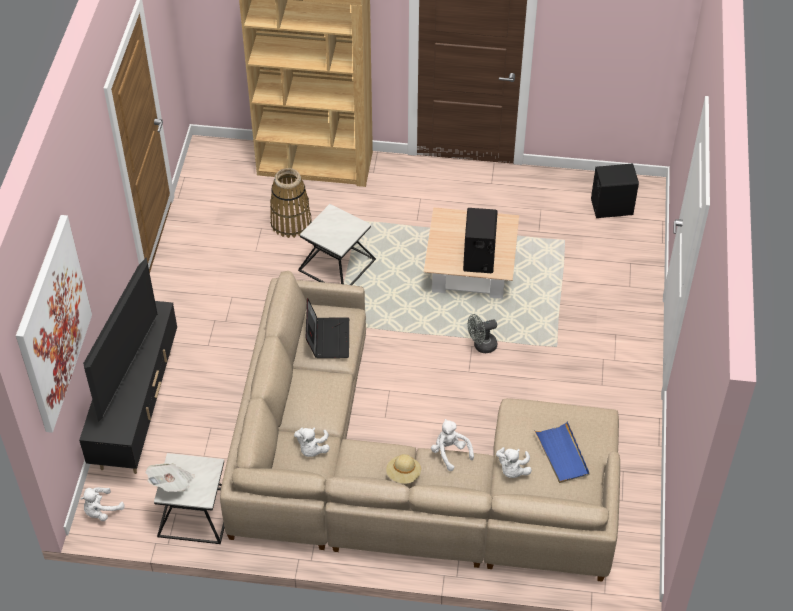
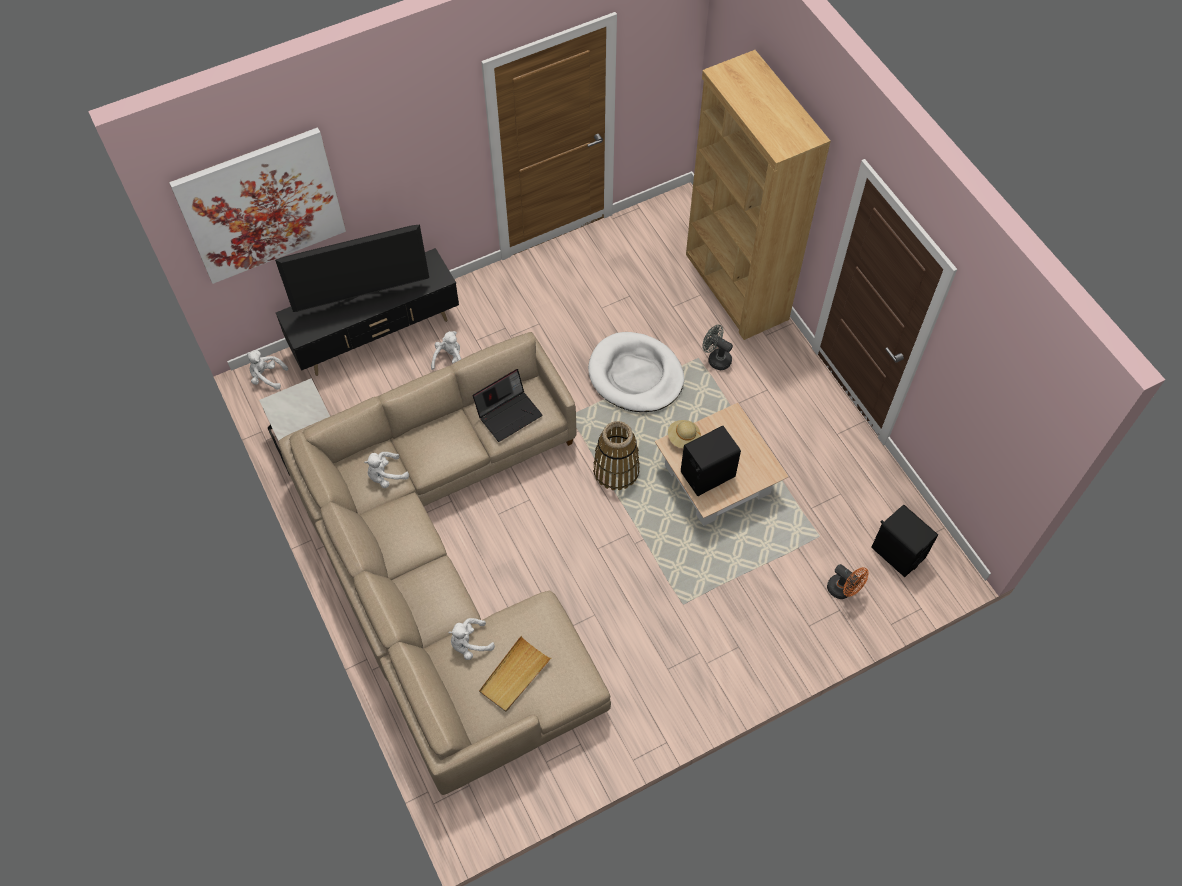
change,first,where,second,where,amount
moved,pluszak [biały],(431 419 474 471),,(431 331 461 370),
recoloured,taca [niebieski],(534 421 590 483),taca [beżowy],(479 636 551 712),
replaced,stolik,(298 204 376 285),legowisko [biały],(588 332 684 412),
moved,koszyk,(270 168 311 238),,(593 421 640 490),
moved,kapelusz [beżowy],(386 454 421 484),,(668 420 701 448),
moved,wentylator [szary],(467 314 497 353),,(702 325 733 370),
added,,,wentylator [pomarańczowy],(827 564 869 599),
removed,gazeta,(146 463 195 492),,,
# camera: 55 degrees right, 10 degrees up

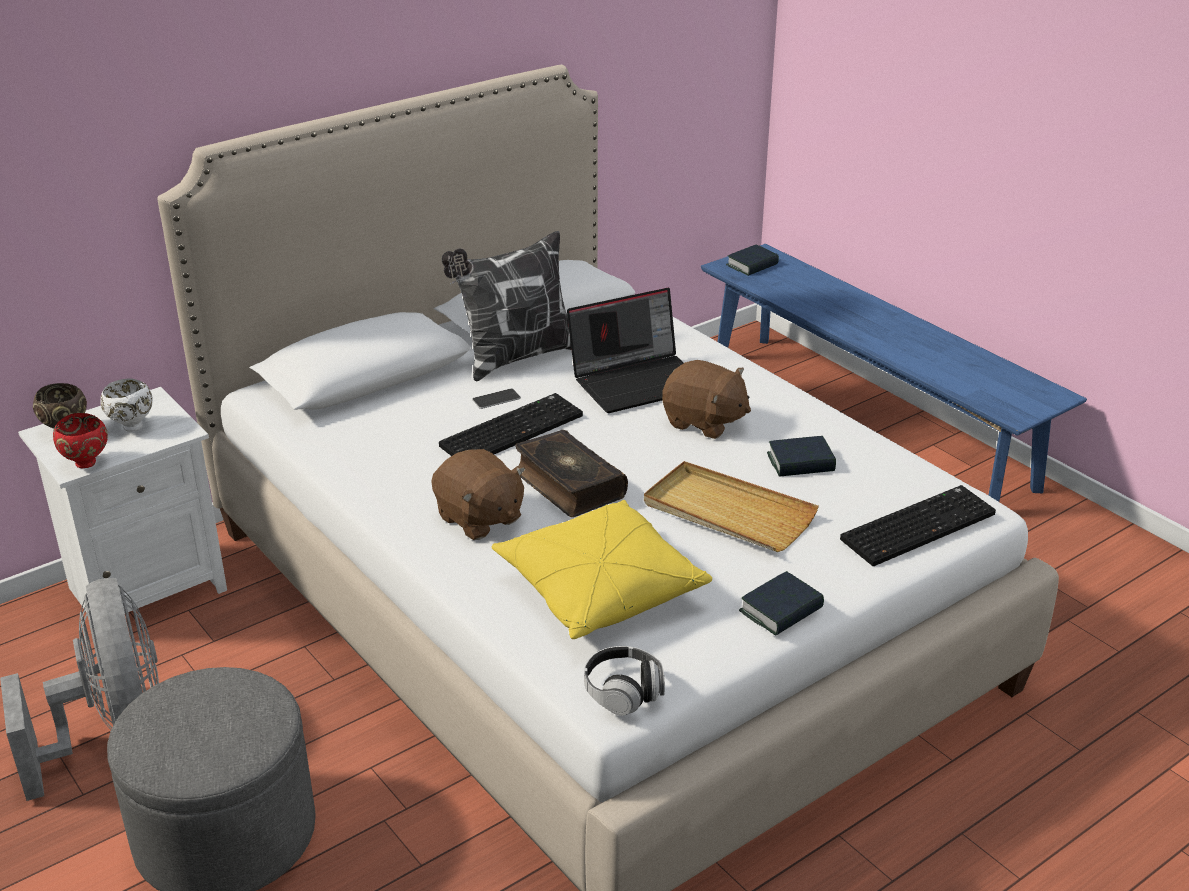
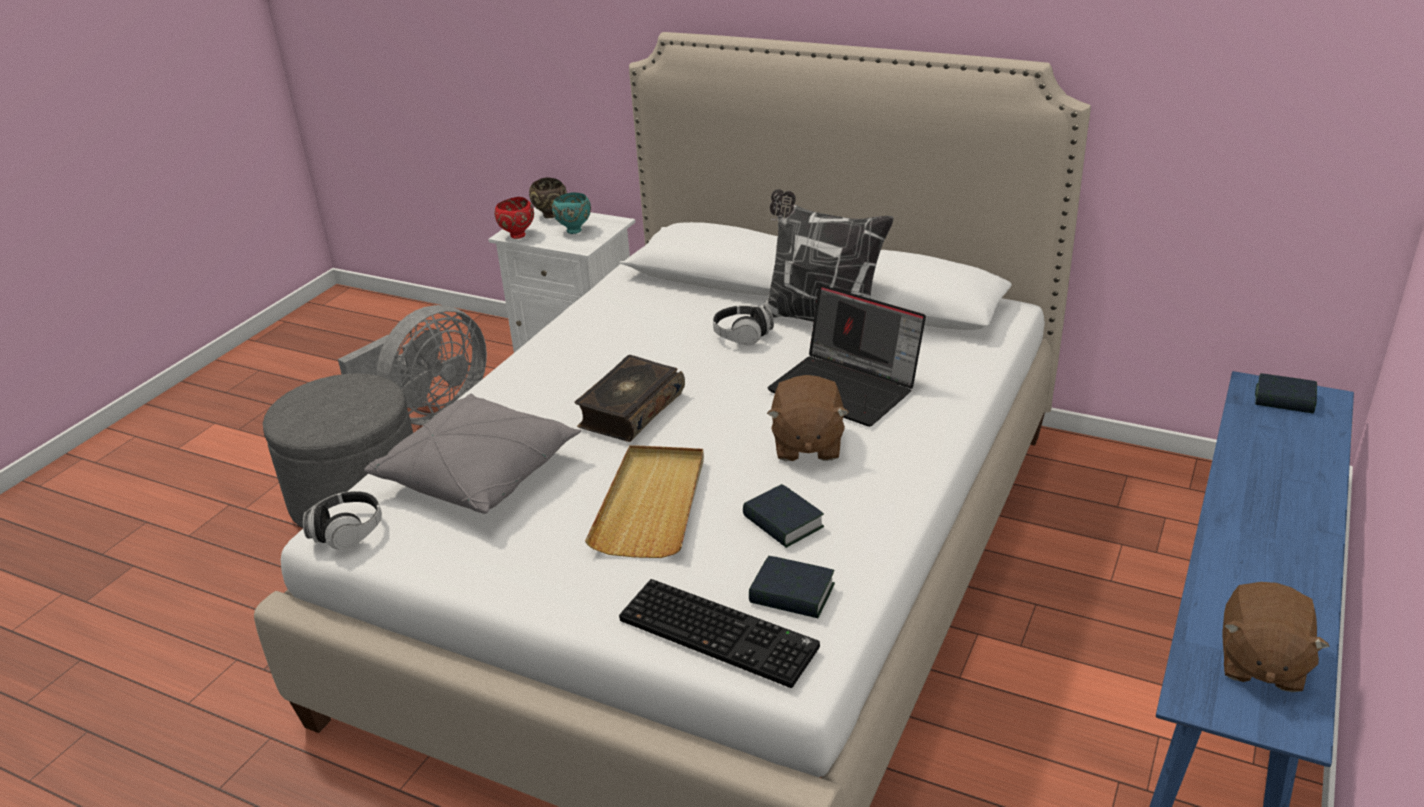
change,first,where,second,where,amount
recoloured,poduszka [żółty],(492 500 712 639),poduszka [szary],(364 393 581 514),
recoloured,miska [biały],(100 378 153 432),miska [turkusowy],(552 192 591 234),
replaced,telefon,(472 388 521 409),słuchawki,(713 305 774 346),
moved,książka,(739 571 824 636),,(749 556 835 618),
moved,pluszak [brązowy],(431 449 526 540),,(1222 582 1329 692),
removed,klawiatura,(439 393 583 456),,,
# camera: 65 degrees right, 0 degrees up

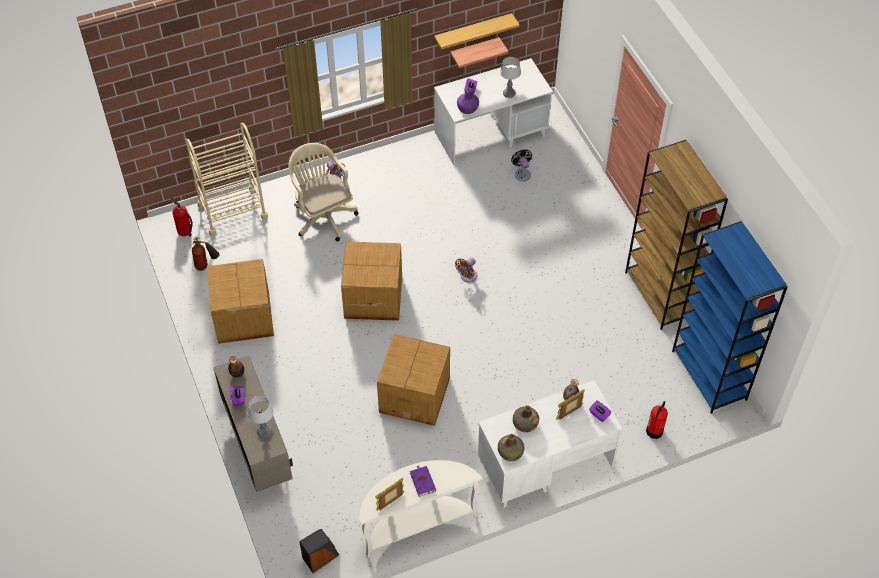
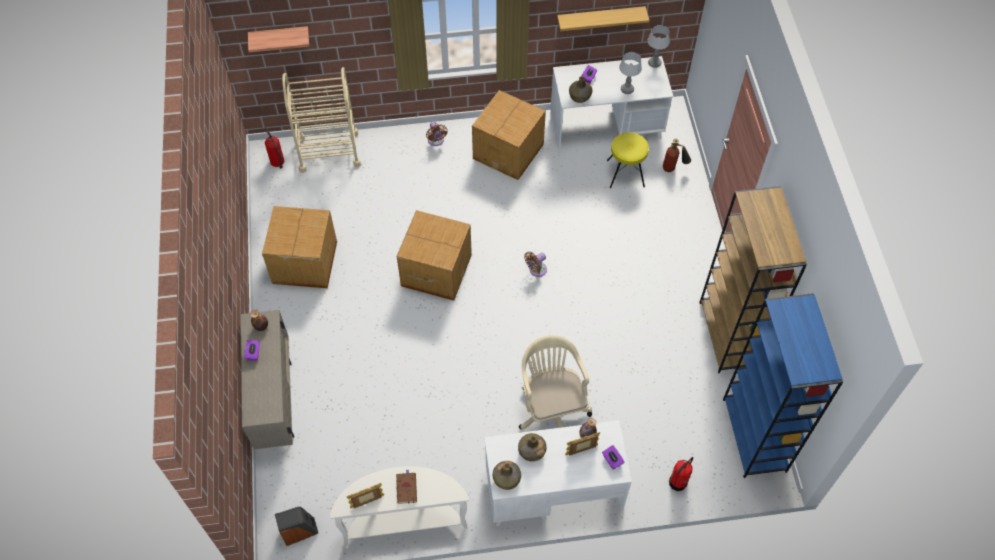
change,first,where,second,where,amount
moved,półka,(450 37 509 68),,(248 26 309 53),
recoloured,książka [fioletowy],(410 466 436 497),książka [brązowy],(396 469 417 504),
moved,karton,(377 334 450 426),,(472 90 546 180),
moved,krzesło biurowe [beżowy],(288 143 358 241),,(519 335 592 430),
recoloured,butelka [fioletowy],(457 88 479 114),butelka [zielony],(569 76 592 103),
replaced,wentylator [czarny],(511 149 532 181),stołek [żółty],(607 133 649 188),
moved,lampa stołowa,(248 396 274 438),,(648 25 670 68),
moved,gaśnica,(192 237 220 271),,(663 139 691 172),
# camera: 15 degrees right, 5 degrees up

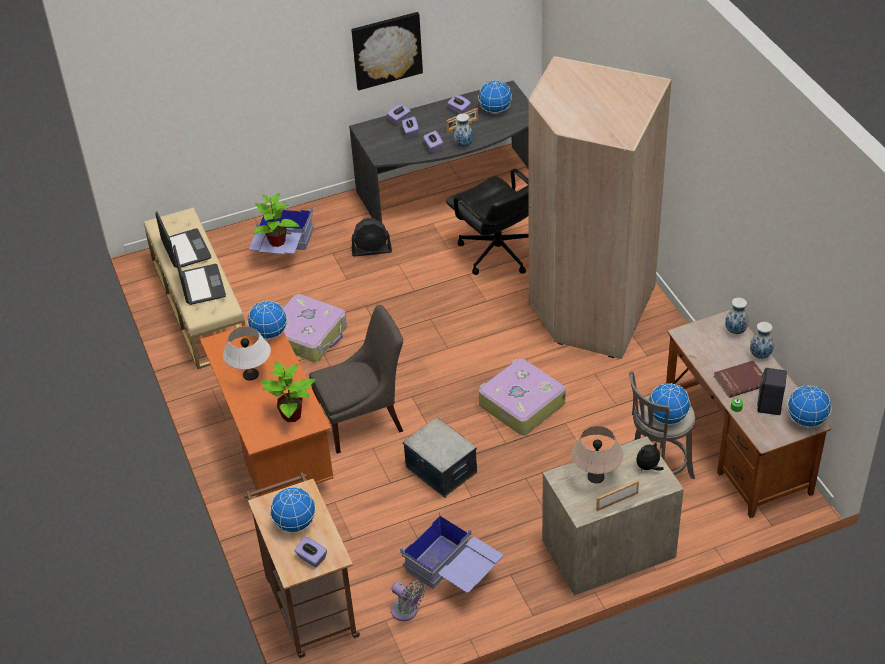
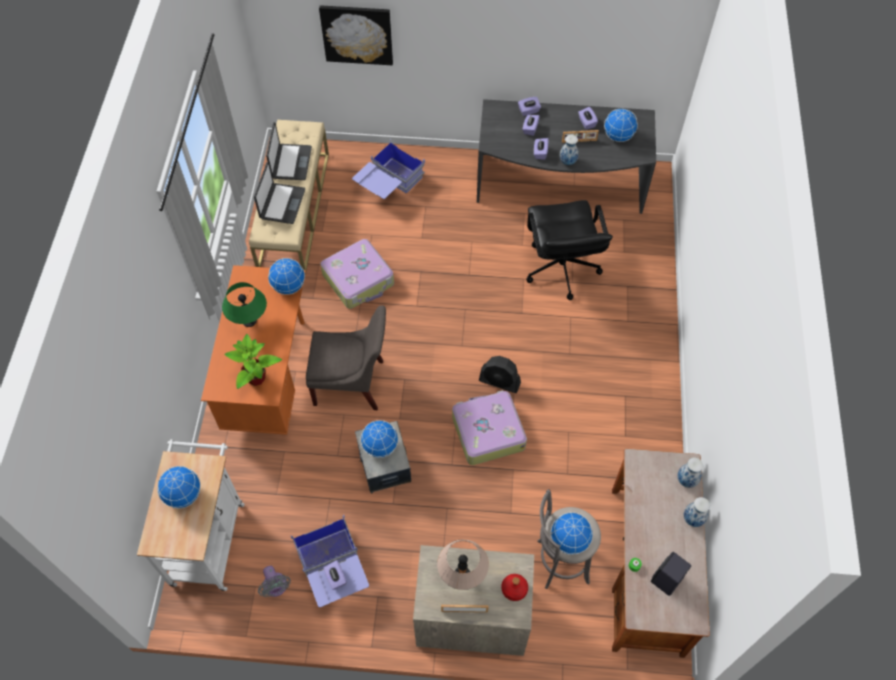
change,first,where,second,where,amount
recoloured,wózek [brązowy],(244 472 360 658),wózek [biały],(137 439 245 591),
recoloured,lampa stołowa [biały],(223 326 271 380),lampa stołowa [zielony],(222 282 267 327),
moved,obraz,(351 12 423 90),,(319 5 393 65),
moved,pudełko chusteczek [fioletowy],(294 537 327 567),,(324 560 347 590),
moved,globus,(788 385 831 428),,(360 420 399 458),
moved,wentylator [czarny],(352 218 392 257),,(479 356 521 393),
replaced,pluszak,(636 442 664 471),butelka [czerwony],(502 574 528 601),
removed,roślina doniczkowa,(253 193 300 247),,,
removed,szafa [beżowy],(528 56 672 359),,,
removed,książka [czerwony],(714 361 763 398),,,
# camera: 25 degrees right, 15 degrees up

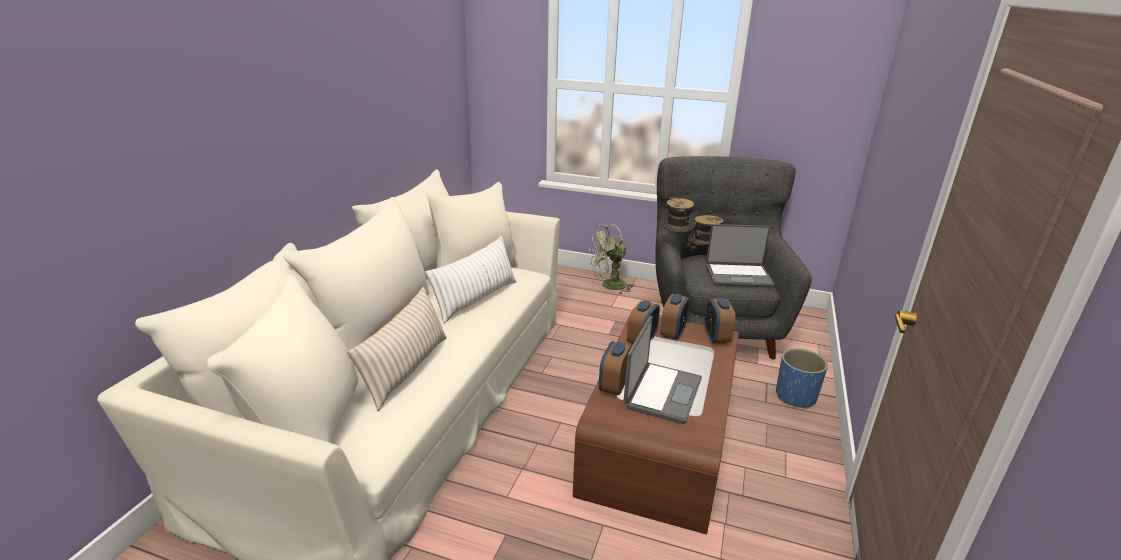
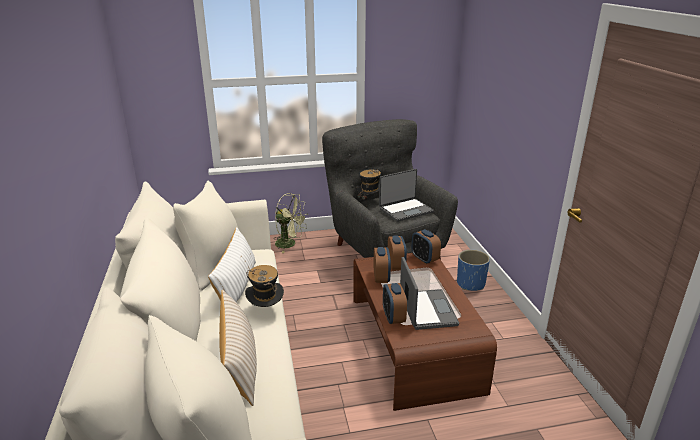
change,first,where,second,where,amount
moved,kapelusz,(660 197 696 233),,(245 265 284 307),
turned,wentylator [zielony],(589 224 635 295),,(275 193 307 253),105 degrees counterclockwise
# camera: 30 degrees left, 0 degrees up

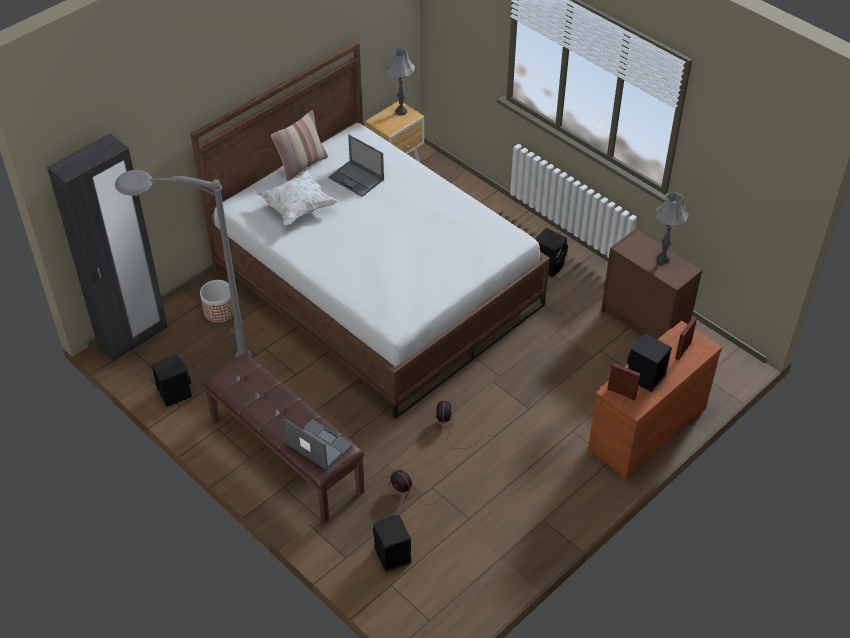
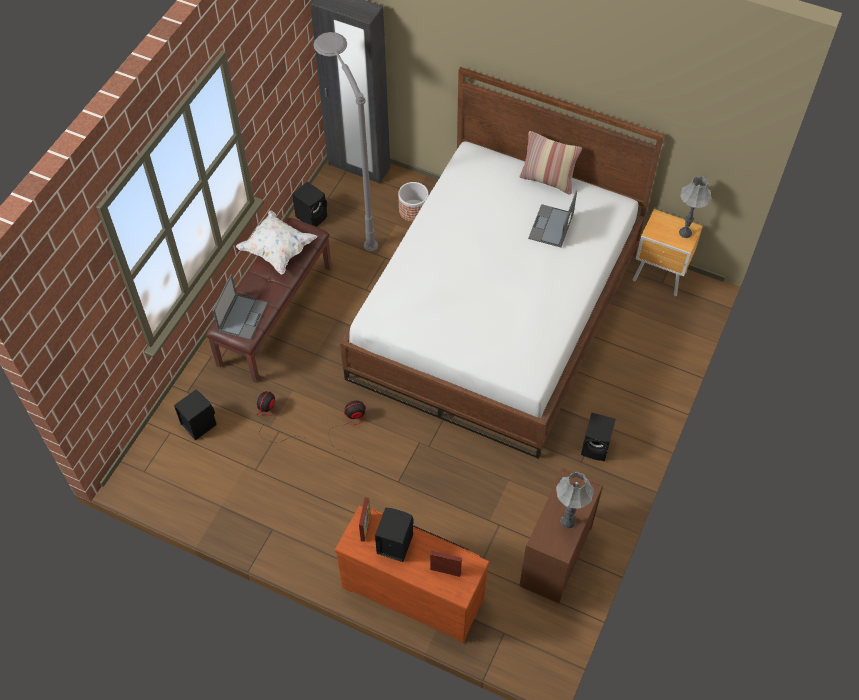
change,first,where,second,where,amount
moved,poduszka [biały],(257 170 339 225),,(236 211 318 275),
# camera: 70 degrees right, 10 degrees up

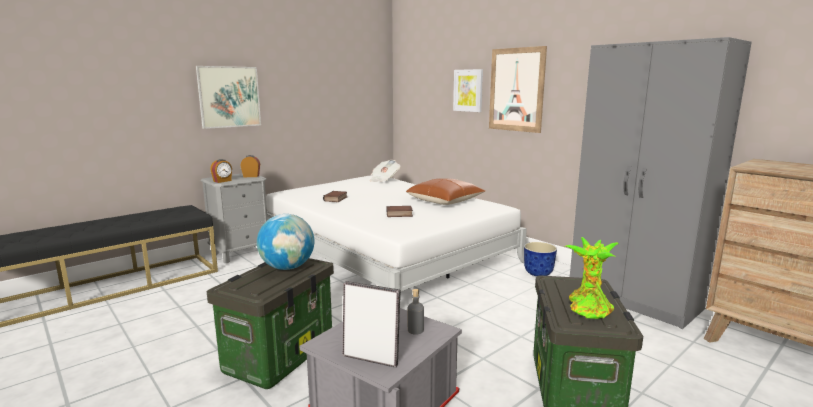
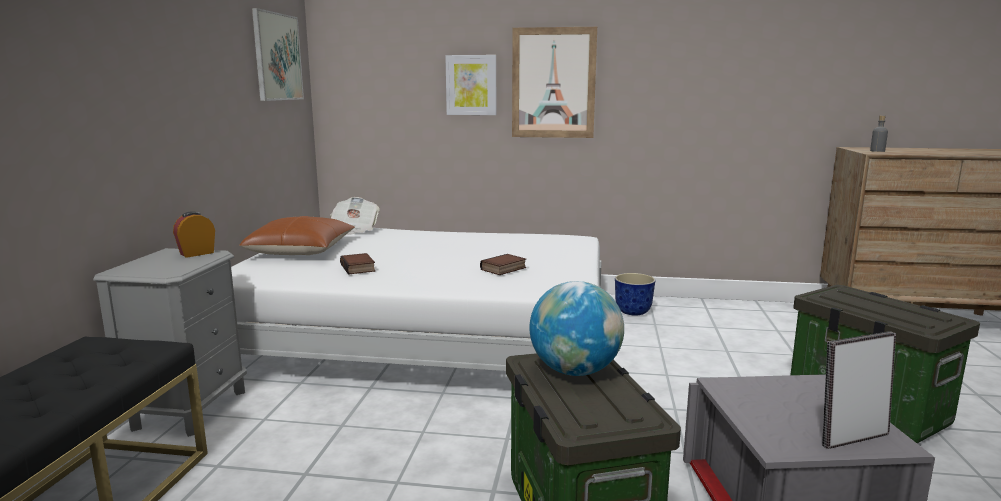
change,first,where,second,where,amount
moved,poduszka [brązowy],(406 178 485 205),,(240 216 355 255),
moved,obraz,(196 66 261 129),,(252 8 304 101),
moved,butelka [szary],(408 289 424 335),,(870 115 888 152),
removed,budzik,(210 159 232 183),,,
removed,roślina doniczkowa,(565 237 619 319),,,
removed,szafa [szary],(570 37 752 329),,,
# camera: 40 degrees left, 0 degrees up

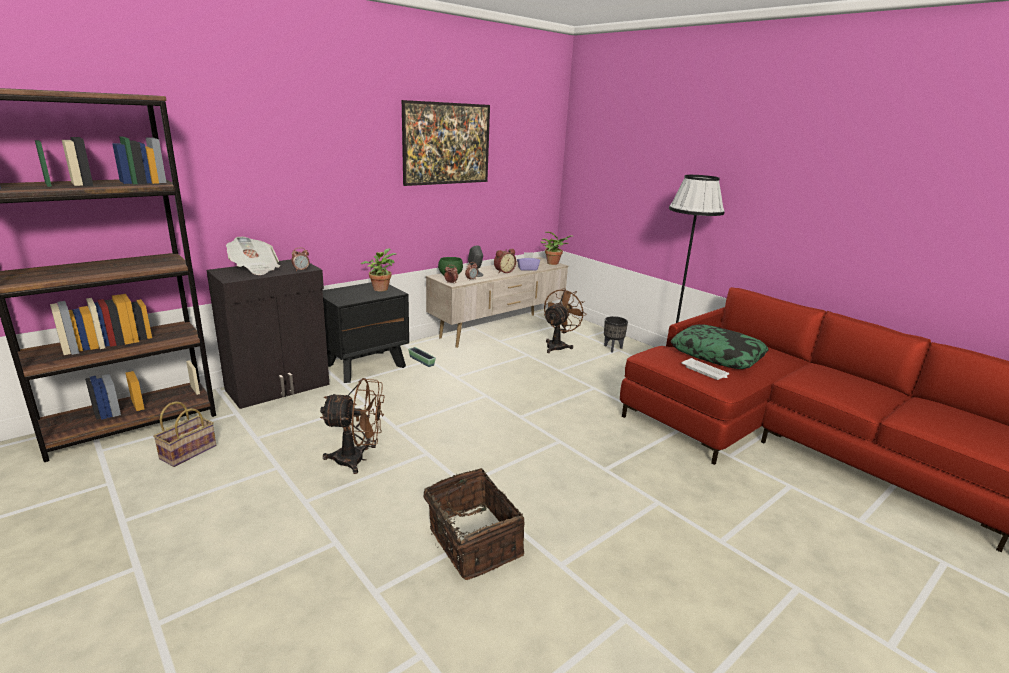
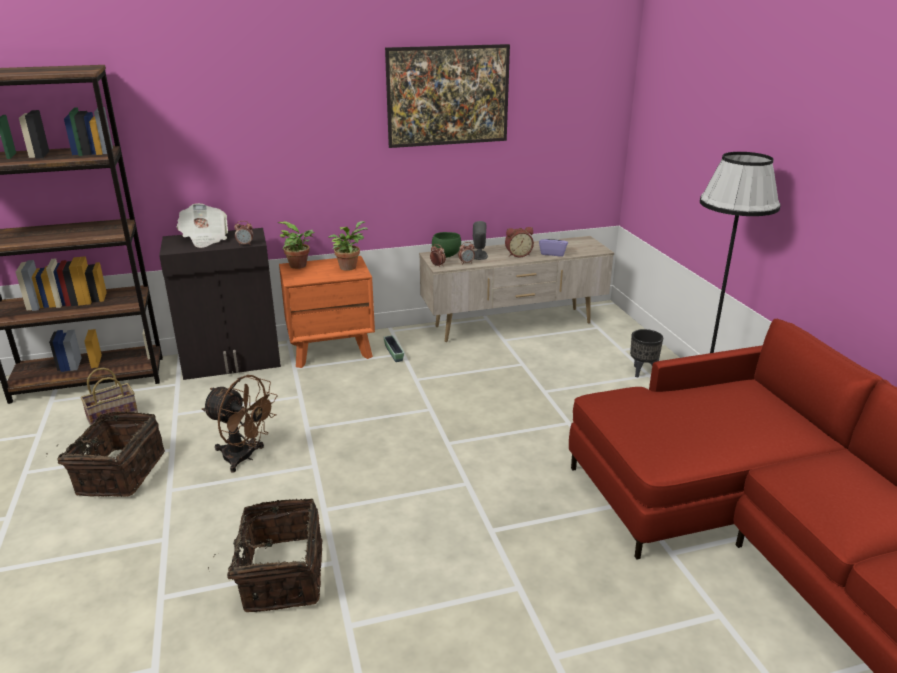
change,first,where,second,where,amount
added,,,koszyk,(46 412 165 497),
moved,roślina doniczkowa,(541 231 574 265),,(278 221 315 269),
recoloured,szafka nocna [czarny],(322 282 409 383),szafka nocna [pomarańczowy],(279 256 375 368),
removed,wentylator [brązowy],(544 288 587 353),,,
removed,poduszka,(671 324 769 369),,,
removed,taca [biały],(682 358 730 380),,,
# camera: 25 degrees right, 5 degrees up

